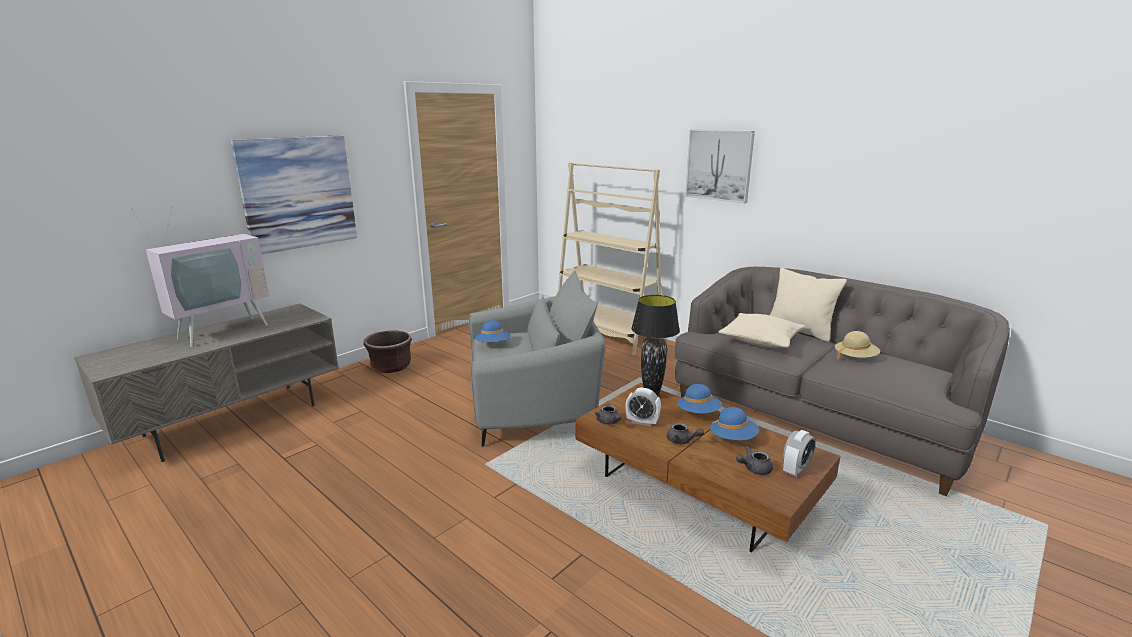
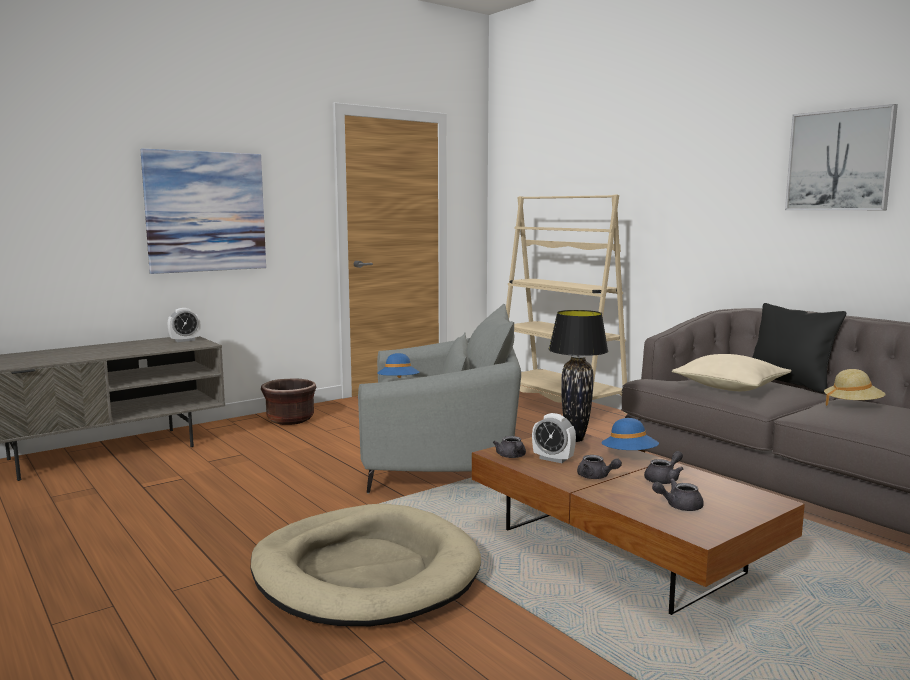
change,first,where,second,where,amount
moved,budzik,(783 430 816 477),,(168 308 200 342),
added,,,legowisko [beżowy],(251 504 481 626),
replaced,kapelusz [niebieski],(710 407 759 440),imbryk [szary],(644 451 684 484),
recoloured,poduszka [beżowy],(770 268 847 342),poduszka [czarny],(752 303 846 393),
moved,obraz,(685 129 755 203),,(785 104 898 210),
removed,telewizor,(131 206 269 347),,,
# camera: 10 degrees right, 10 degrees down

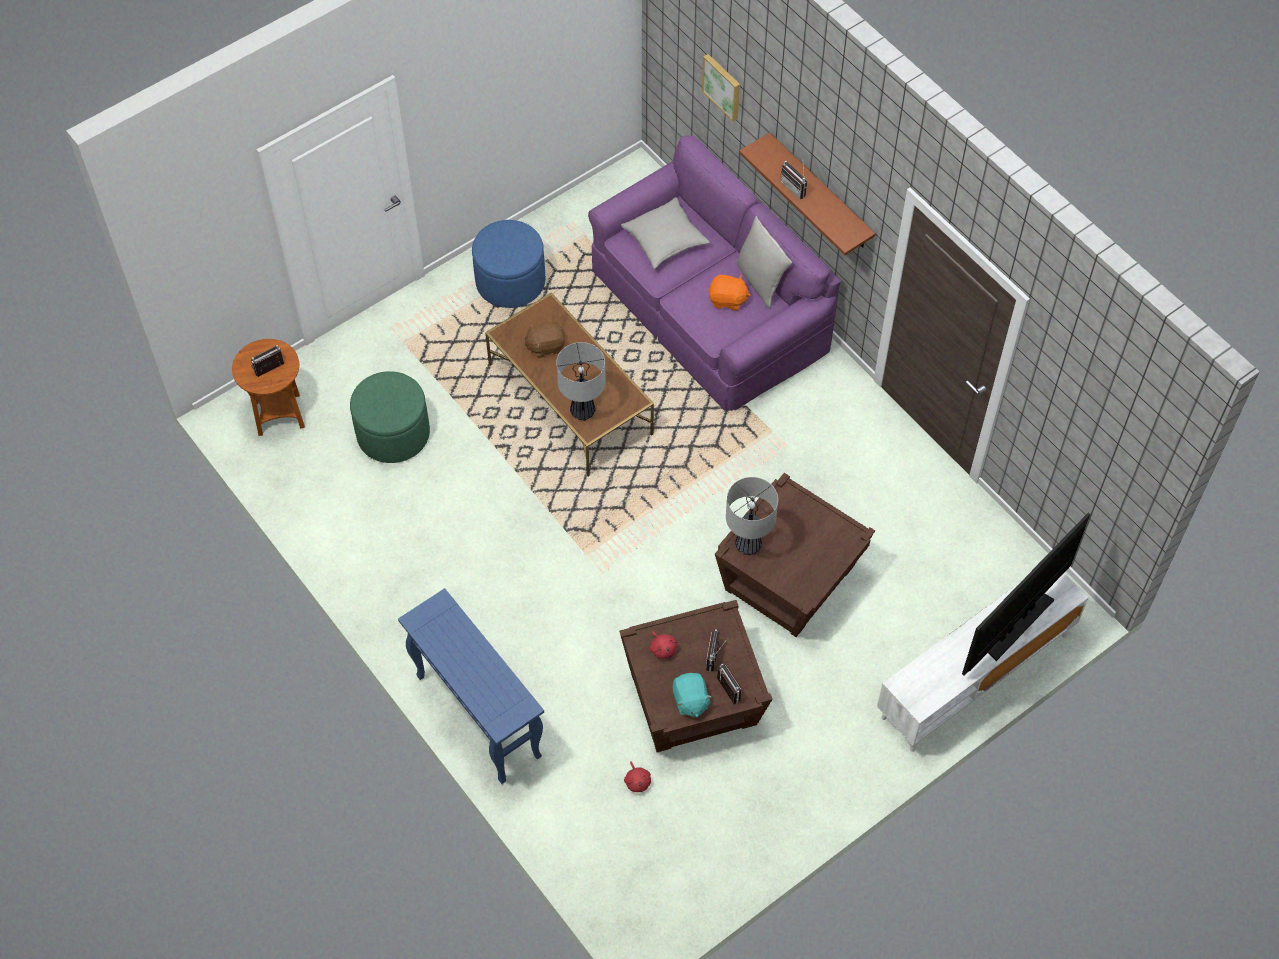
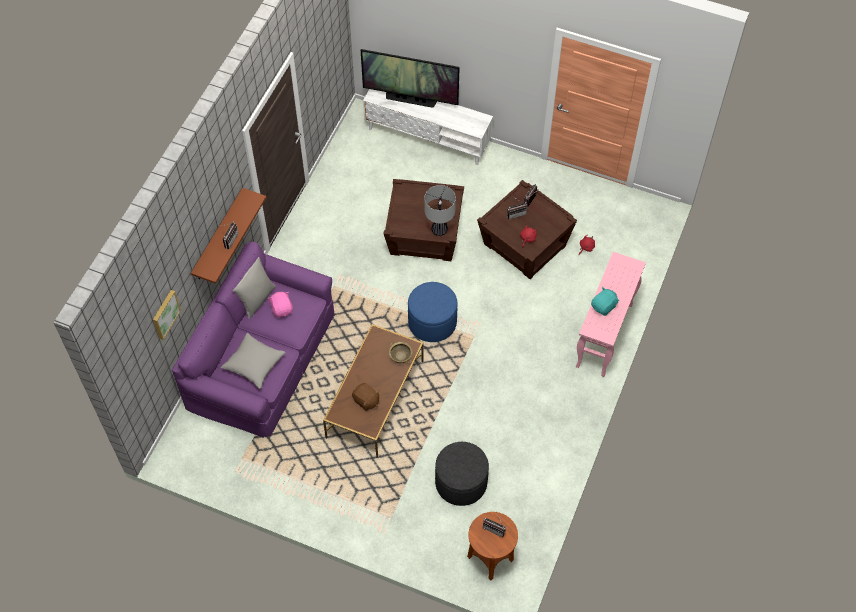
change,first,where,second,where,amount
recoloured,pluszak [pomarańczowy],(708 275 751 311),pluszak [różowy],(268 292 293 318),
replaced,lampa stołowa,(556 342 606 421),miska [beżowy],(389 342 412 363),
moved,pufa [niebieski],(472 220 545 308),,(408 282 458 342),
recoloured,pufa [zielony],(350 371 430 463),pufa [szary],(435 442 489 506),
recoloured,stolik konsolowy [niebieski],(398 588 544 784),stolik konsolowy [różowy],(576 252 646 377),
moved,pluszak [turkusowy],(673 673 712 717),,(591 287 619 316),
# camera: 120 degrees left, 0 degrees up

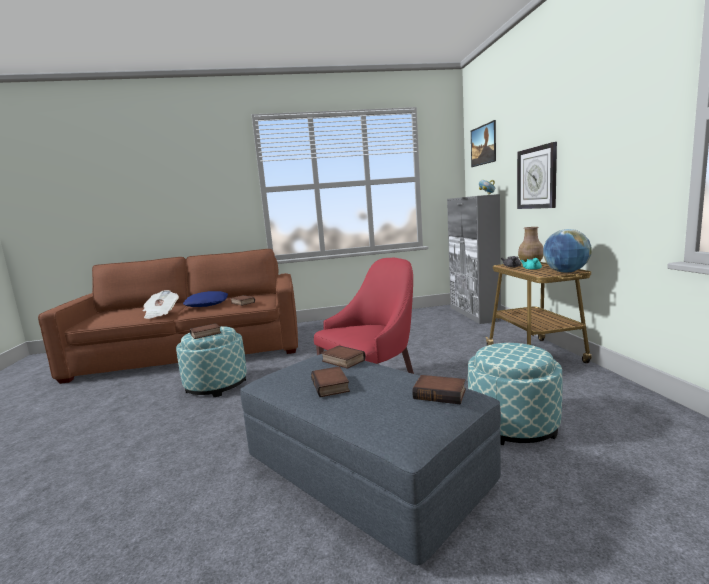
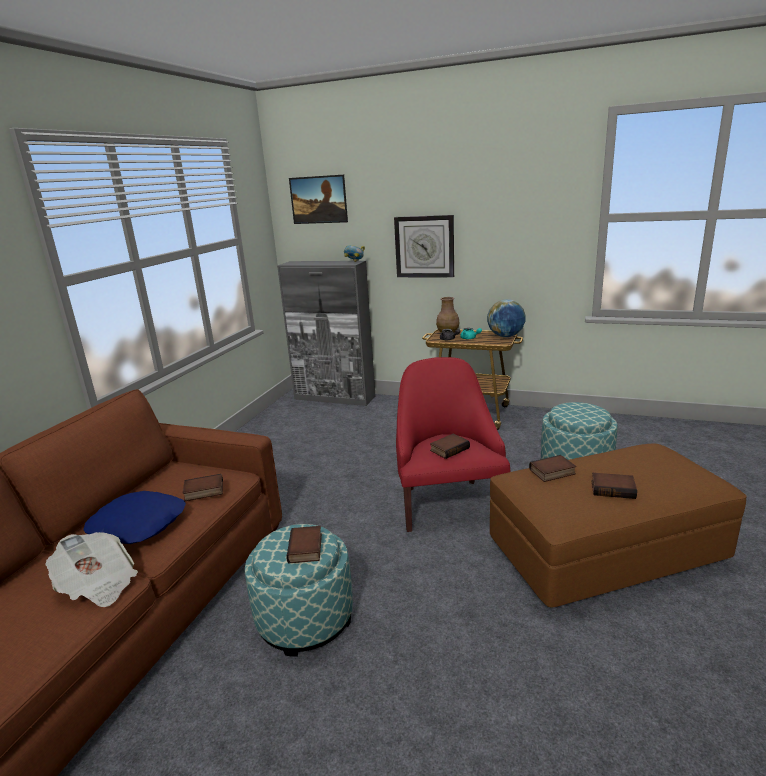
change,first,where,second,where,amount
moved,książka,(412 375 466 404),,(430 434 470 459),
recoloured,pufa [szary],(240 354 501 565),pufa [brązowy],(490 443 747 607),
# camera: 60 degrees left, 10 degrees up

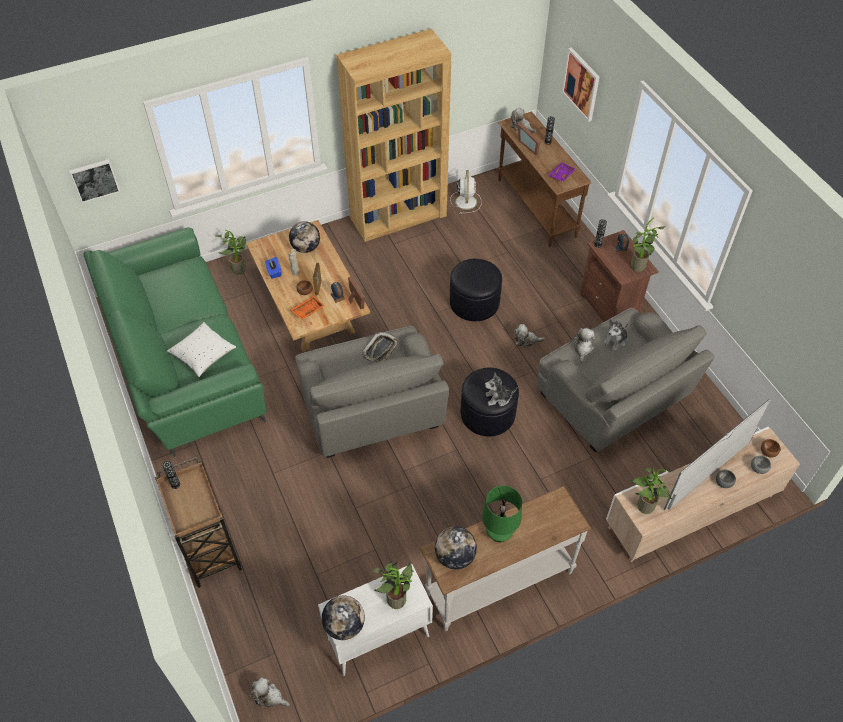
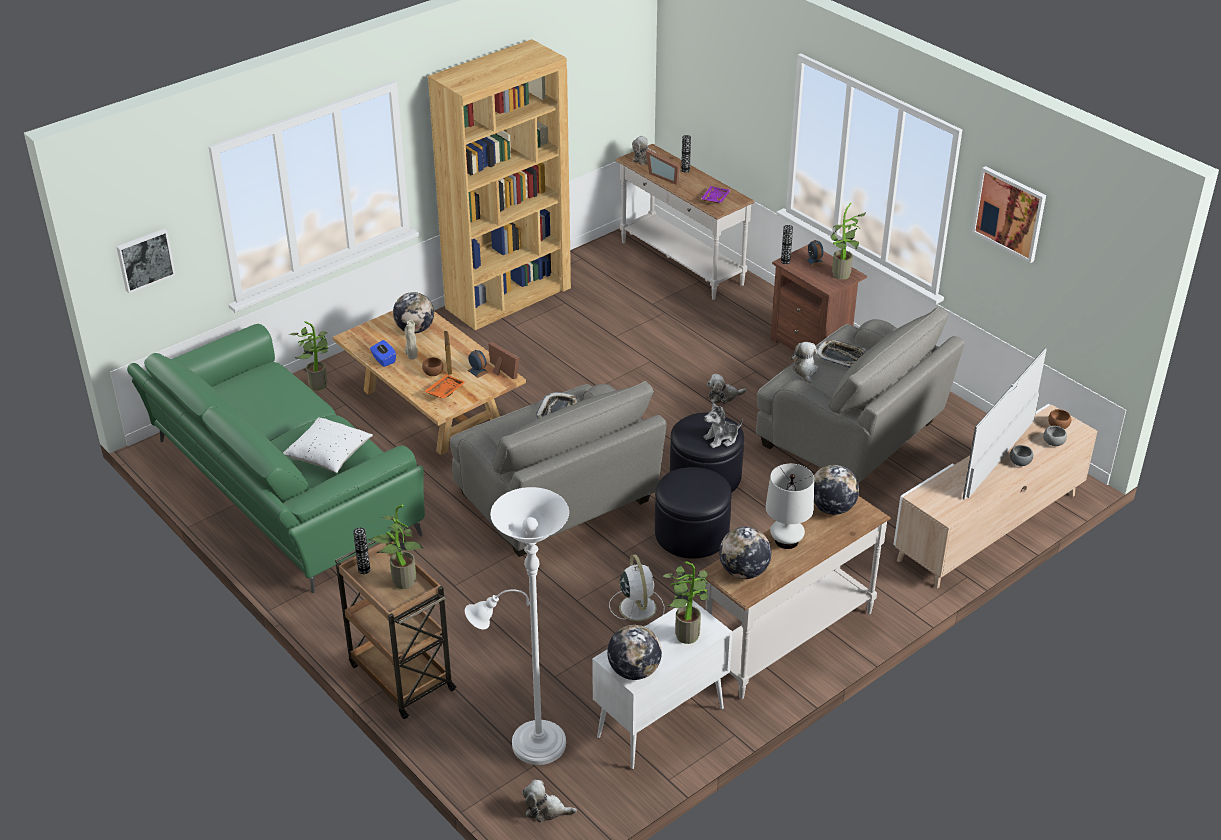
change,first,where,second,where,amount
moved,roślina doniczkowa,(630 468 672 514),,(368 505 423 589),
added,,,lampa stojąca [biały],(465 487 569 765),
moved,wentylator [biały],(450 170 482 214),,(609 555 665 627),
recoloured,stolik konsolowy [brązowy],(498 111 591 247),stolik konsolowy [biały],(615 144 754 300),
moved,pufa [czarny],(450 259 502 321),,(655 467 732 559),
recoloured,lampa stołowa [zielony],(482 486 522 542),lampa stołowa [biały],(766 464 814 549),
added,,,globus,(814 465 859 515),
replaced,pluszak,(603 319 628 351),taca,(817 339 866 368),
moved,obraz,(562 47 599 122),,(972 166 1046 263),
# camera: 15 degrees left, 15 degrees down

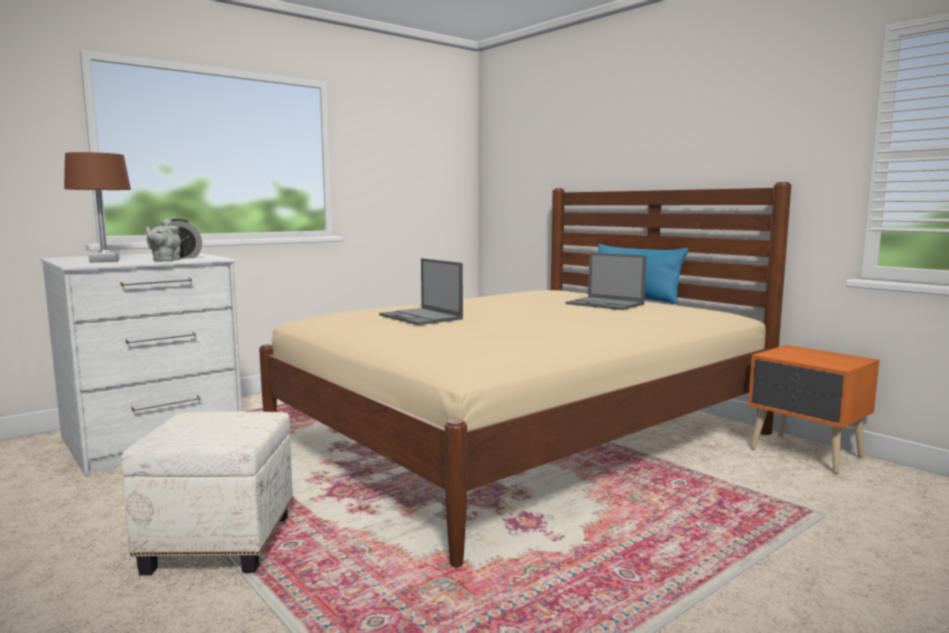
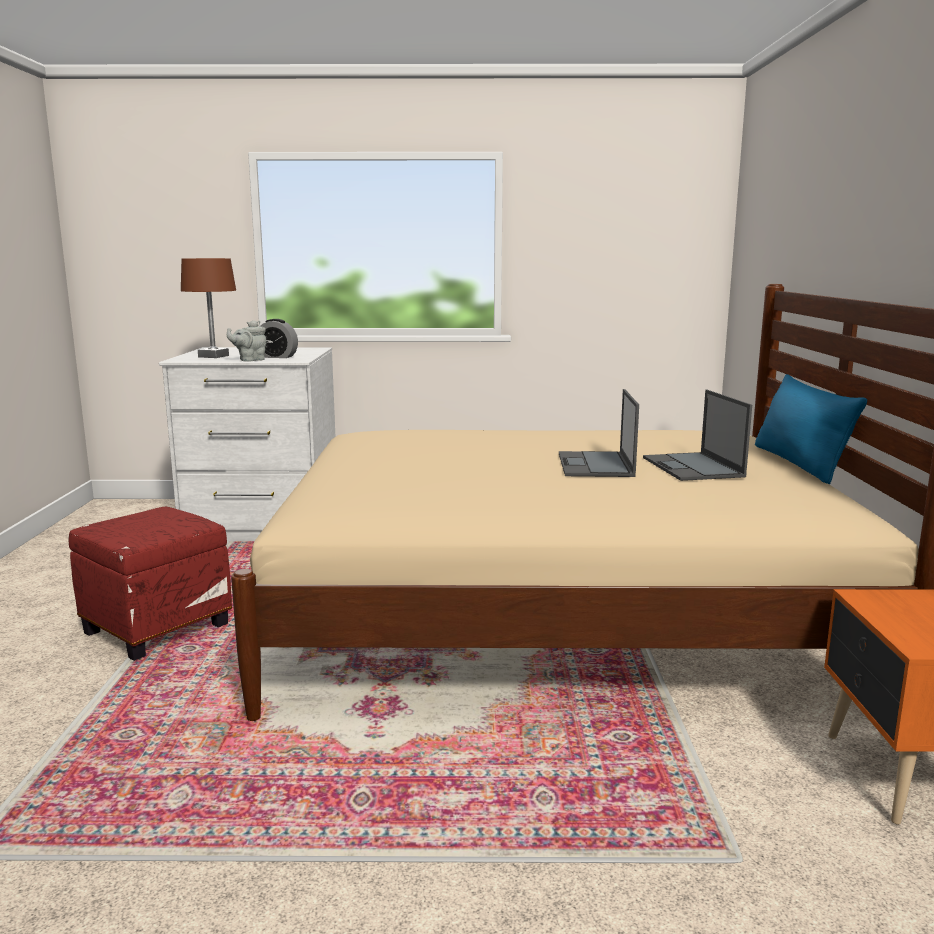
change,first,where,second,where,amount
recoloured,pufa [biały],(121 411 293 575),pufa [czerwony],(69 507 232 661),
moved,laptop,(379 258 463 325),,(559 389 639 477),
# camera: 40 degrees right, 5 degrees up

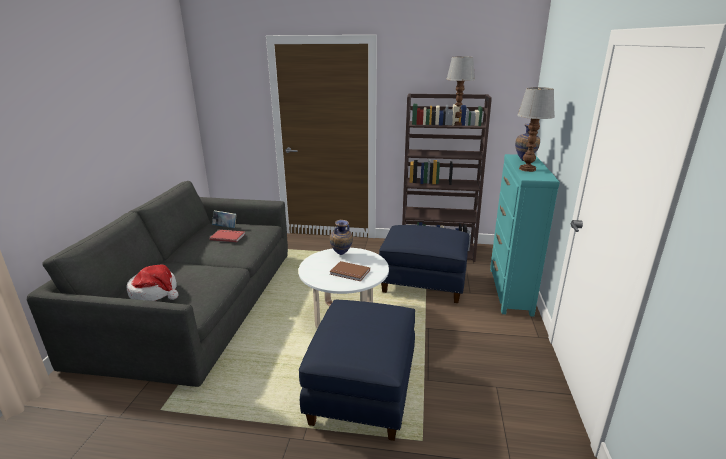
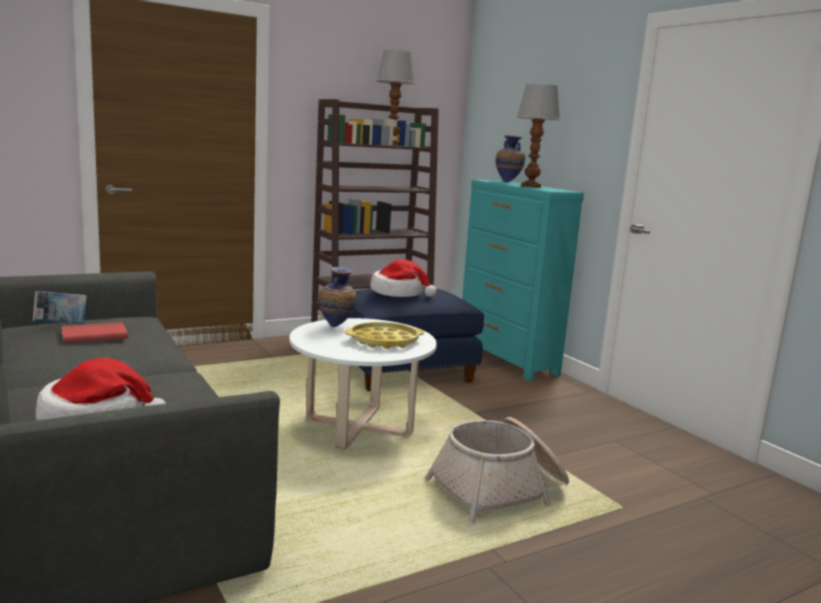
change,first,where,second,where,amount
replaced,książka [brązowy],(330 261 370 281),taca [żółty],(345 322 424 349),
added,,,kapelusz,(370 259 437 297),
replaced,pufa [niebieski],(299 300 415 441),koszyk,(425 417 569 524),
# camera: 40 degrees left, 10 degrees down

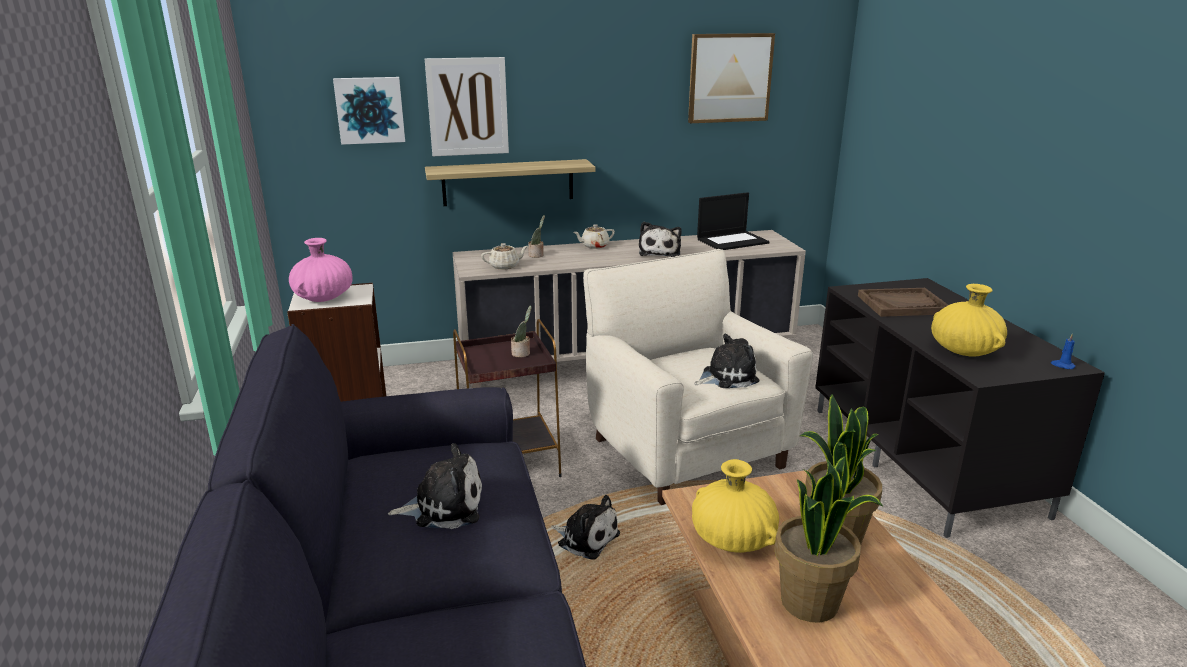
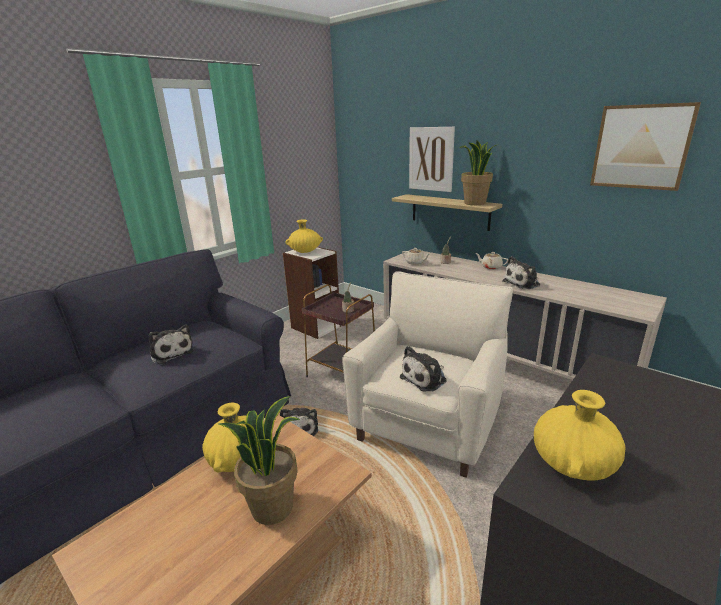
change,first,where,second,where,amount
recoloured,wazon [różowy],(289 238 353 302),wazon [żółty],(285 219 323 253),
turned,pluszak,(694 334 759 388),,(400 346 447 392),105 degrees clockwise
moved,roślina doniczkowa,(774 456 883 623),,(459 141 499 205),
removed,obraz,(333 77 405 145),,,
removed,laptop,(697 192 770 250),,,
removed,taca [brązowy],(858 288 948 317),,,
removed,świeca [niebieski],(1051 334 1076 369),,,
# camera: 55 degrees right, 0 degrees up

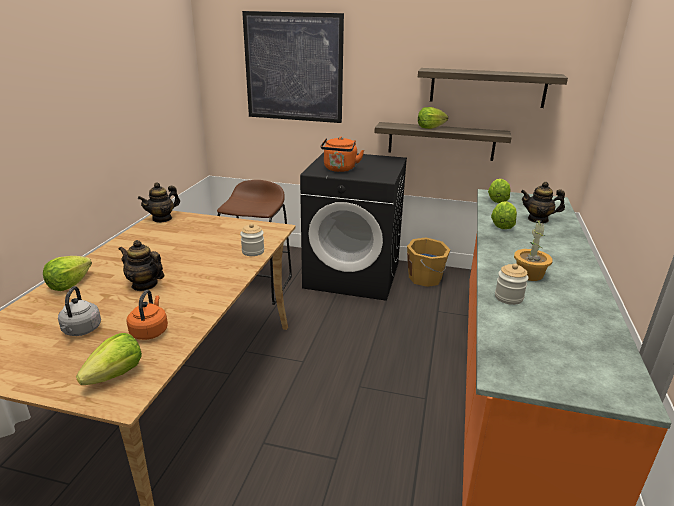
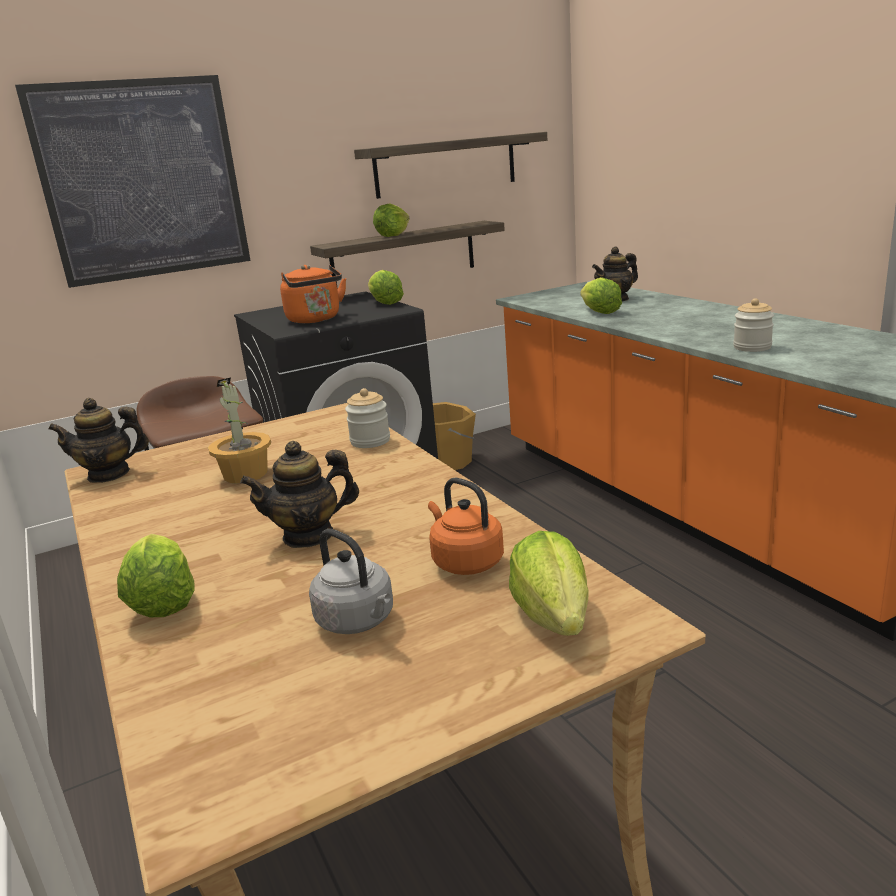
change,first,where,second,where,amount
turned,imbryk,(138 183 180 223),,(49 398 149 483),75 degrees clockwise
moved,roślina doniczkowa,(514 220 553 281),,(208 377 271 484),
moved,sałata,(488 179 511 203),,(368 270 404 305),
# camera: 40 degrees left, 5 degrees down

